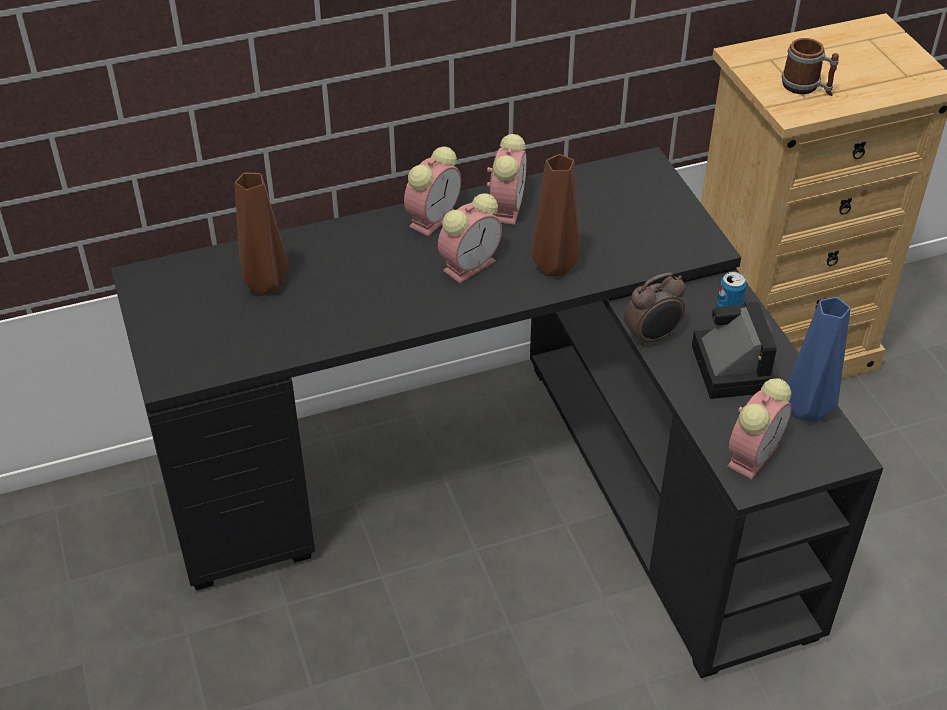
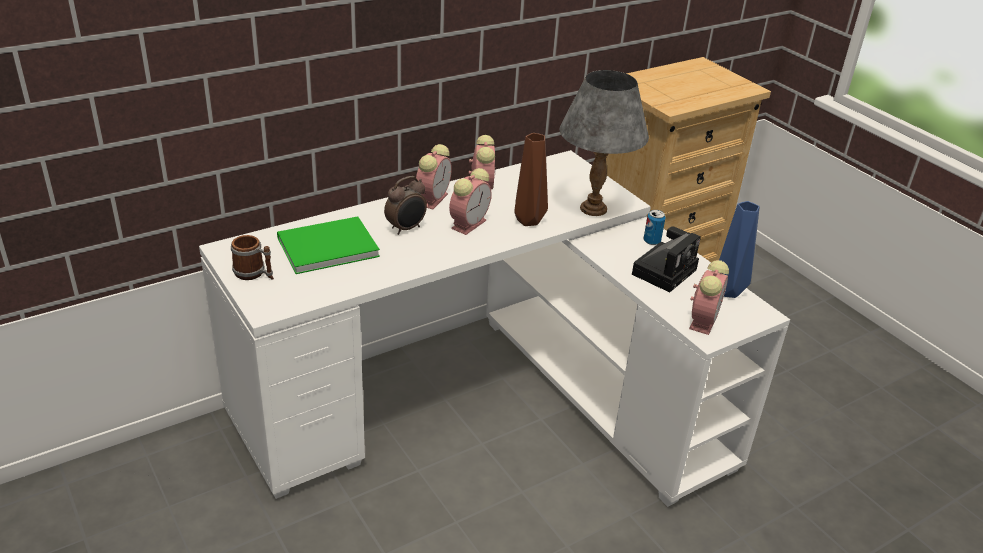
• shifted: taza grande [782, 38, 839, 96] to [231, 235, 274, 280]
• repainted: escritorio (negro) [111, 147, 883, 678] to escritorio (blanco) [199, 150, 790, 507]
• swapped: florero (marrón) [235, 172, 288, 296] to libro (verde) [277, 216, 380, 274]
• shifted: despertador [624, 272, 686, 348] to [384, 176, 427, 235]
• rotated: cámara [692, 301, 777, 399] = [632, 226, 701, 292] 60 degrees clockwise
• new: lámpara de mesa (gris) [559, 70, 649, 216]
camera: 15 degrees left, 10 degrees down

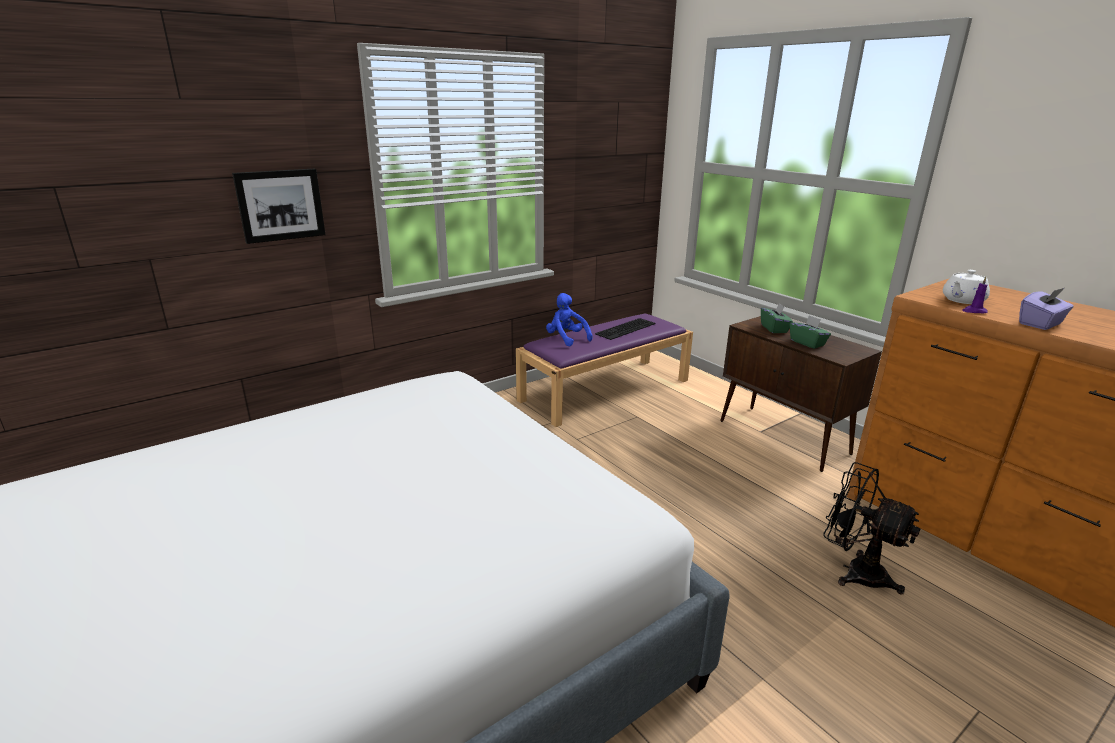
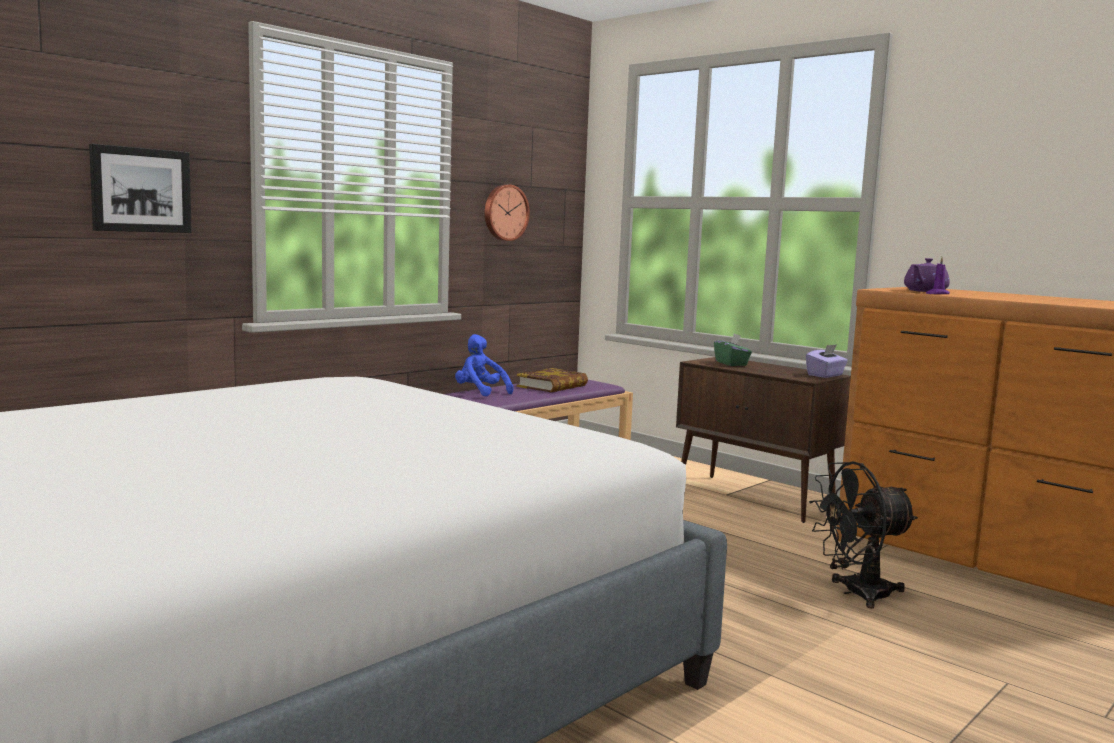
• repainted: tetera (blanco) [943, 270, 990, 304] to tetera (morado) [904, 258, 950, 292]
• shifted: caja de pañuelos (morado) [1019, 288, 1074, 330] to [806, 344, 848, 378]
• gone: caja de pañuelos (verde) [790, 315, 831, 349]
• swapped: teclado [595, 318, 656, 340] to libro [516, 368, 588, 392]
• rotated: ventilador (negro) [823, 462, 920, 595] = [809, 461, 918, 609] 45 degrees counterclockwise
• new: reloj de pared [485, 185, 530, 241]
camera: 10 degrees left, 15 degrees down

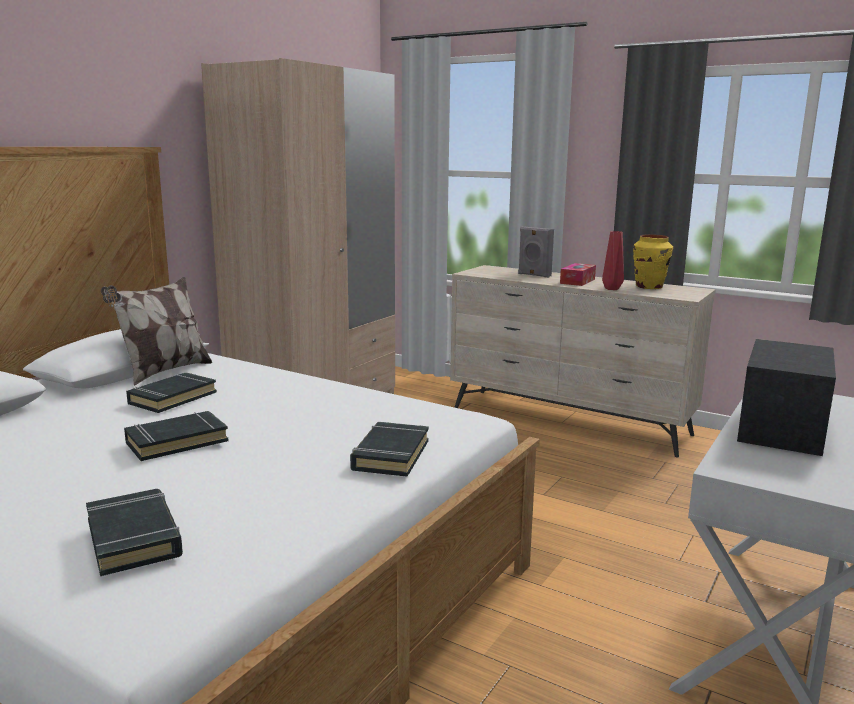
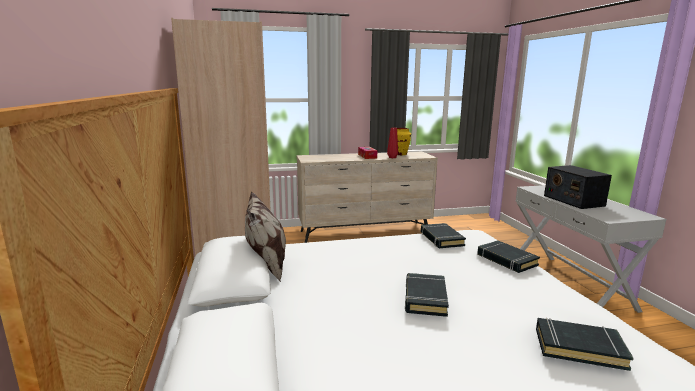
• gone: altavoz (gris) [518, 227, 554, 278]
• shifted: libro (negro) [126, 372, 217, 413] to [421, 223, 466, 248]
camera: 45 degrees left, 0 degrees up

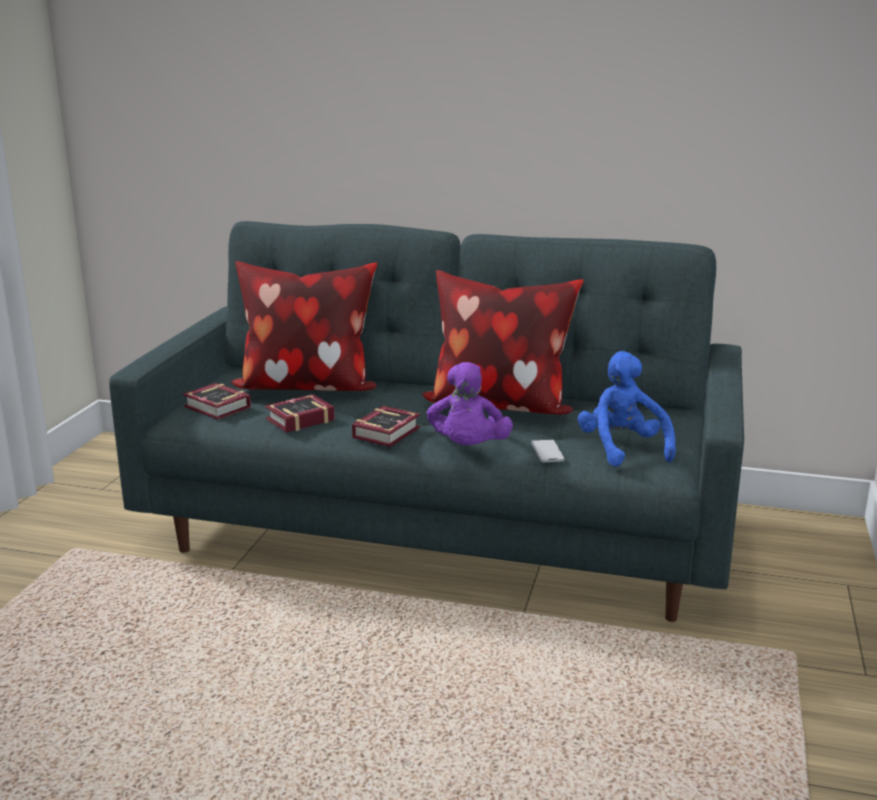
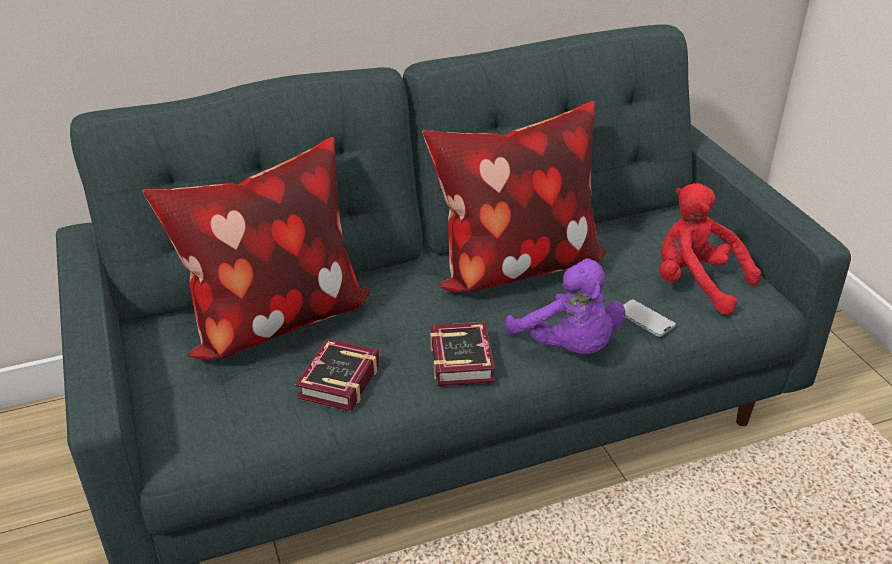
• repainted: peluche (azul) [578, 351, 676, 467] to peluche (rojo) [659, 183, 761, 314]
• gone: libro [183, 383, 251, 420]
camera: 35 degrees left, 15 degrees up

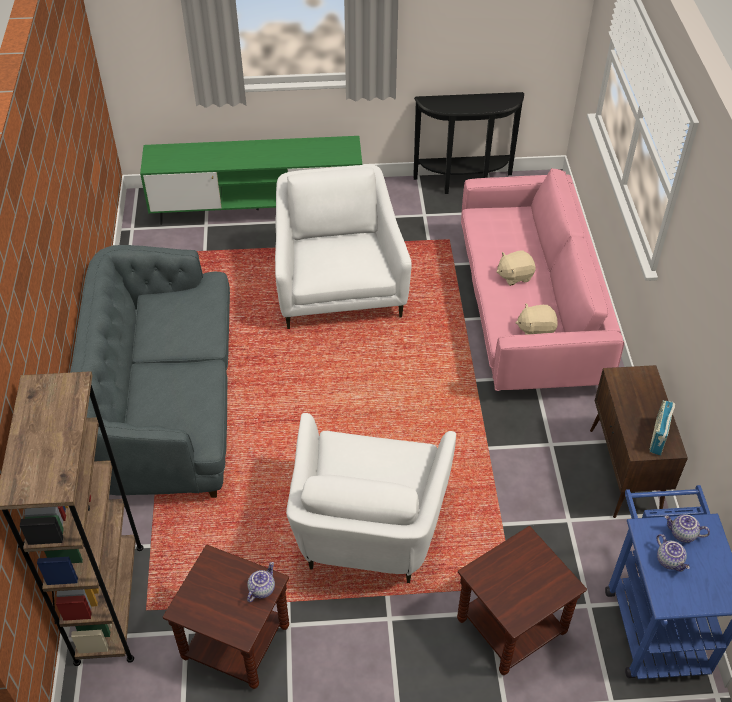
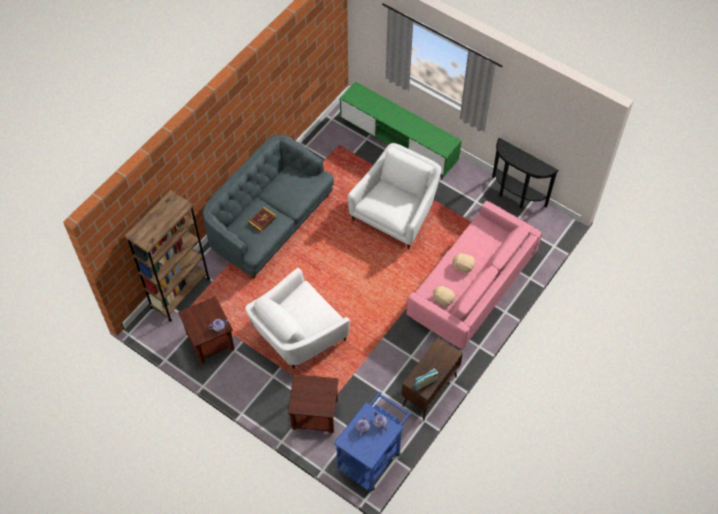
• new: libro [248, 207, 276, 232]
camera: 40 degrees right, 10 degrees up

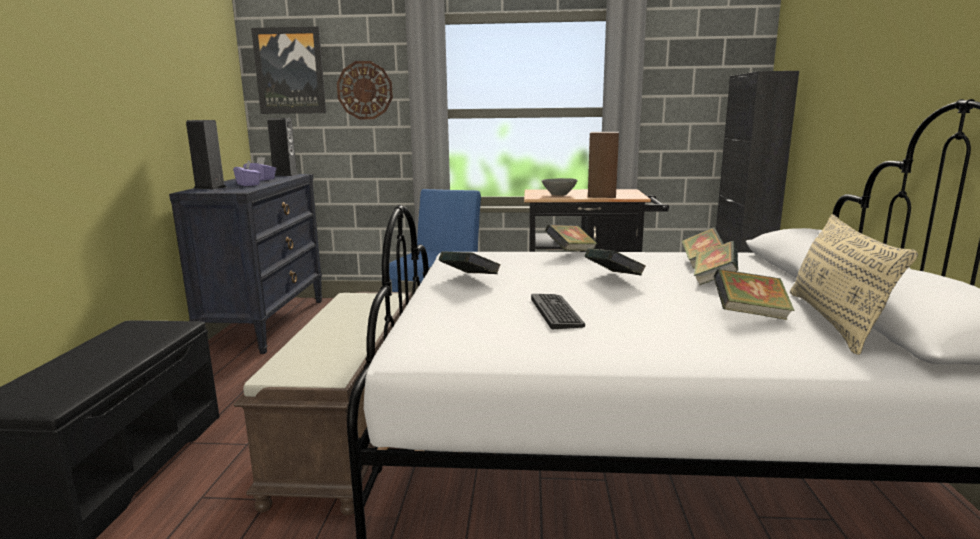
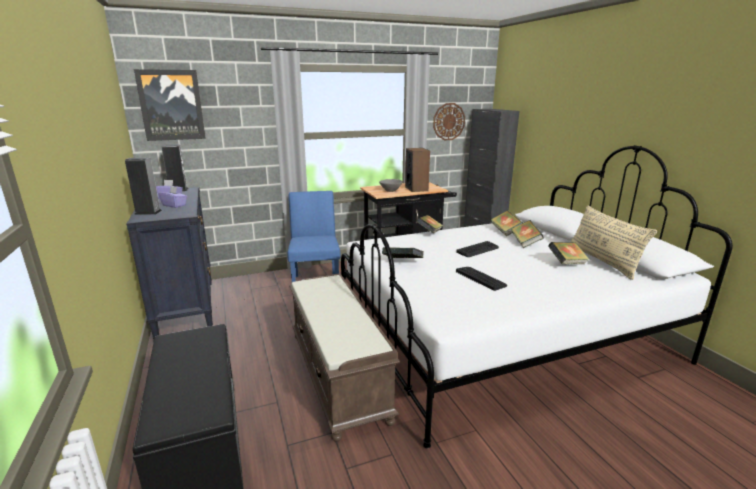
• shifted: reloj de pared [337, 61, 393, 119] to [433, 103, 465, 140]
• swapped: libro [585, 248, 646, 275] to teclado [456, 241, 499, 257]
camera: 25 degrees left, 5 degrees up

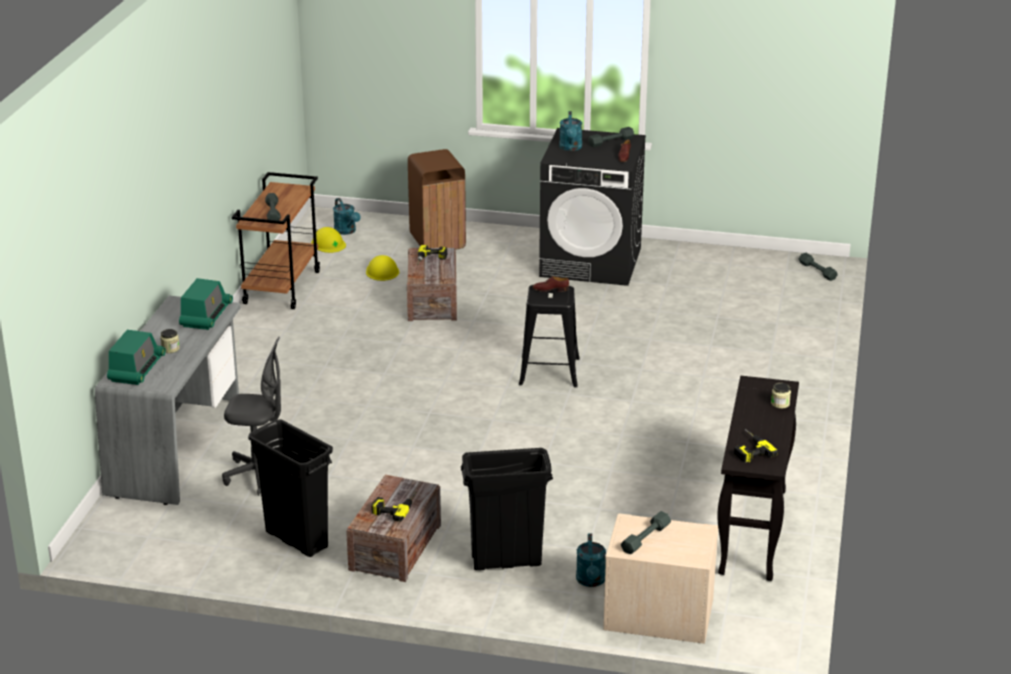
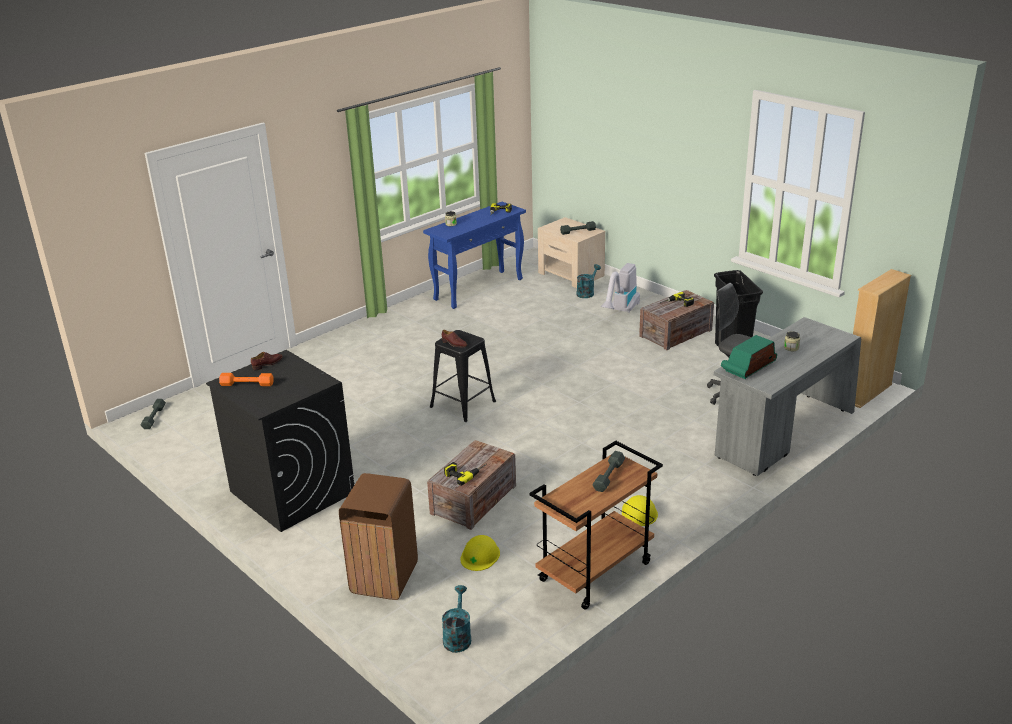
• gone: regadera (turquesa) [559, 111, 582, 151]
• repainted: mancuerna (gris) [588, 127, 634, 147] to mancuerna (naranja) [219, 373, 273, 386]
• shifted: casco (amarillo) [311, 227, 346, 253] to [622, 495, 658, 526]
• gone: radio [107, 330, 166, 385]
• repainted: mesa consola (negro) [717, 376, 799, 581] to mesa consola (azul) [423, 202, 526, 309]
• swapped: papelera (negro) [461, 448, 553, 570] to aspiradora [601, 263, 640, 313]
• new: estantería (beis) [853, 269, 911, 408]
camera: 145 degrees left, 0 degrees up

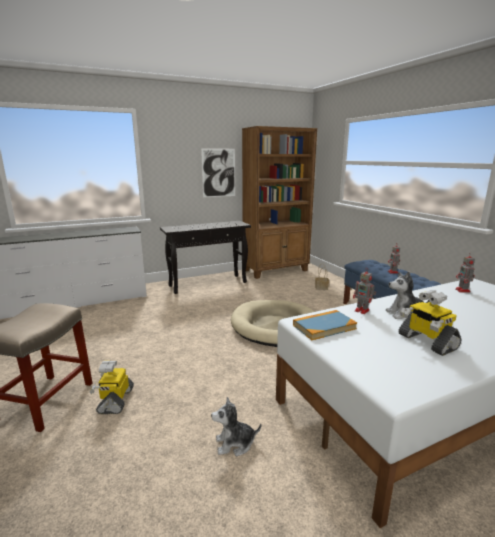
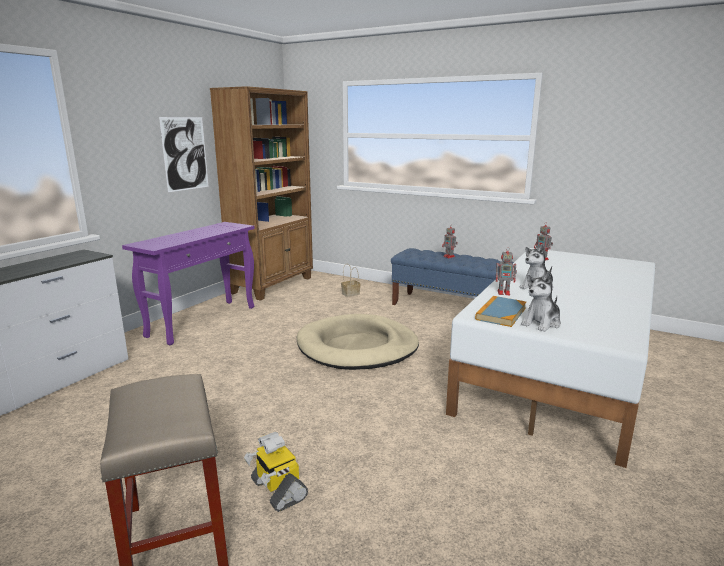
• repainted: mesa consola (negro) [160, 221, 251, 294] to mesa consola (morado) [122, 222, 255, 345]
• gone: robot de juguete [398, 290, 462, 356]
• shifted: peluche [211, 397, 261, 457] to [521, 272, 561, 332]
camera: 35 degrees left, 0 degrees up

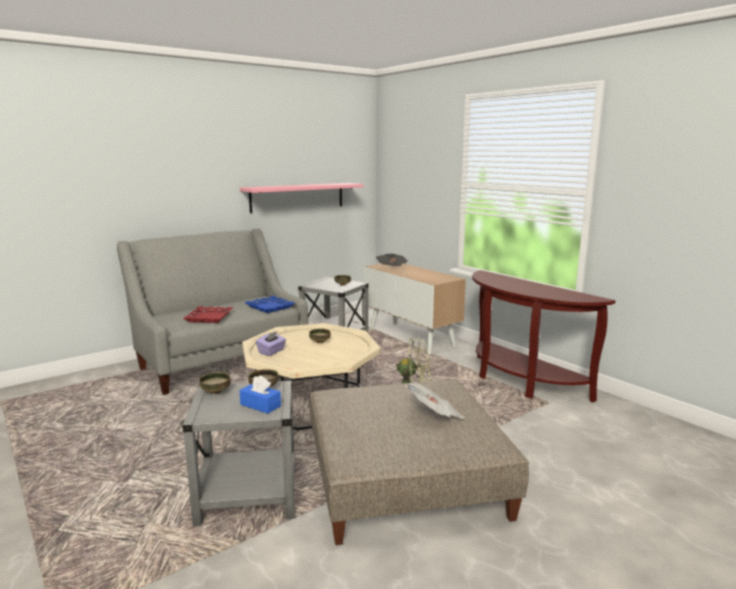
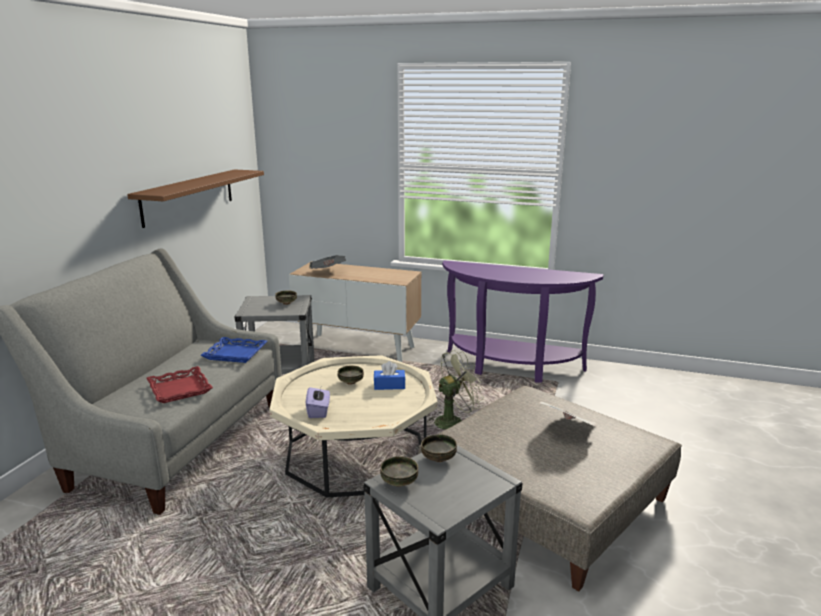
• repainted: estante (rosa) [240, 183, 363, 213] to estante (marrón) [127, 169, 264, 228]
• repainted: mesa consola (marrón) [472, 270, 615, 403] to mesa consola (morado) [442, 261, 603, 383]
• shifted: caja de pañuelos (azul) [239, 375, 281, 414] to [374, 361, 406, 390]
camera: 35 degrees left, 5 degrees up

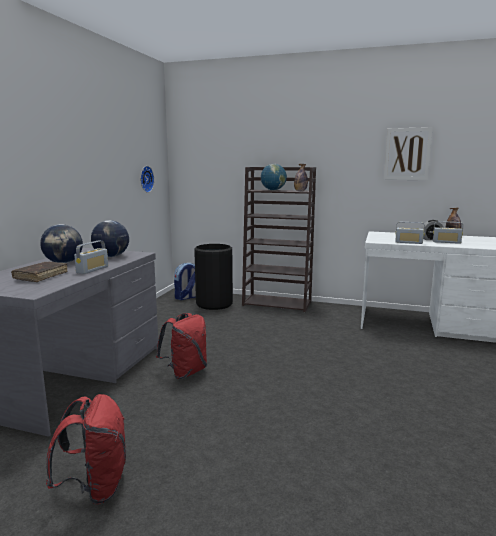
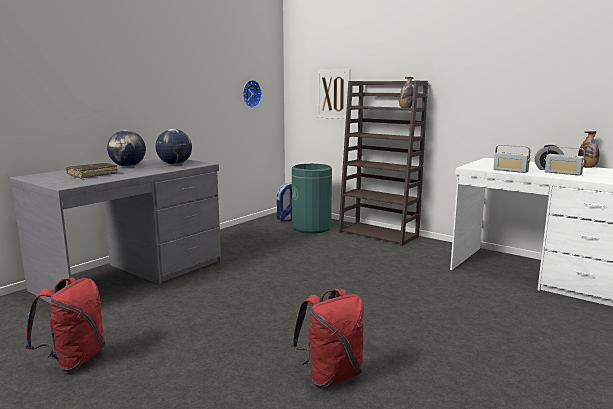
• shifted: cuadro [384, 127, 433, 180] to [317, 69, 351, 119]
• gone: globo terráqueo [261, 164, 287, 190]
• gone: radio [74, 241, 108, 274]
• repainted: papelera (negro) [194, 244, 233, 310] to papelera (verde) [292, 164, 332, 234]
• shifted: mochila (rojo) [156, 313, 207, 379] to [291, 289, 364, 387]
camera: 20 degrees right, 0 degrees up

